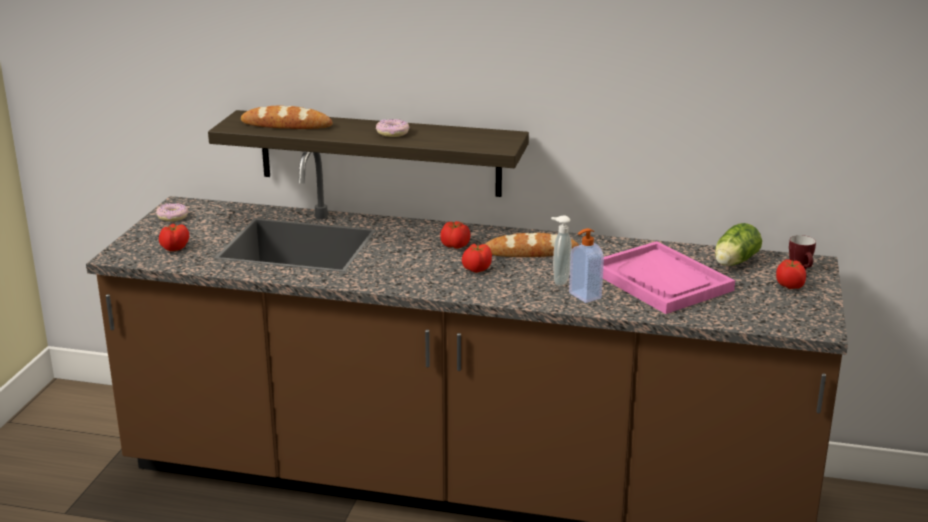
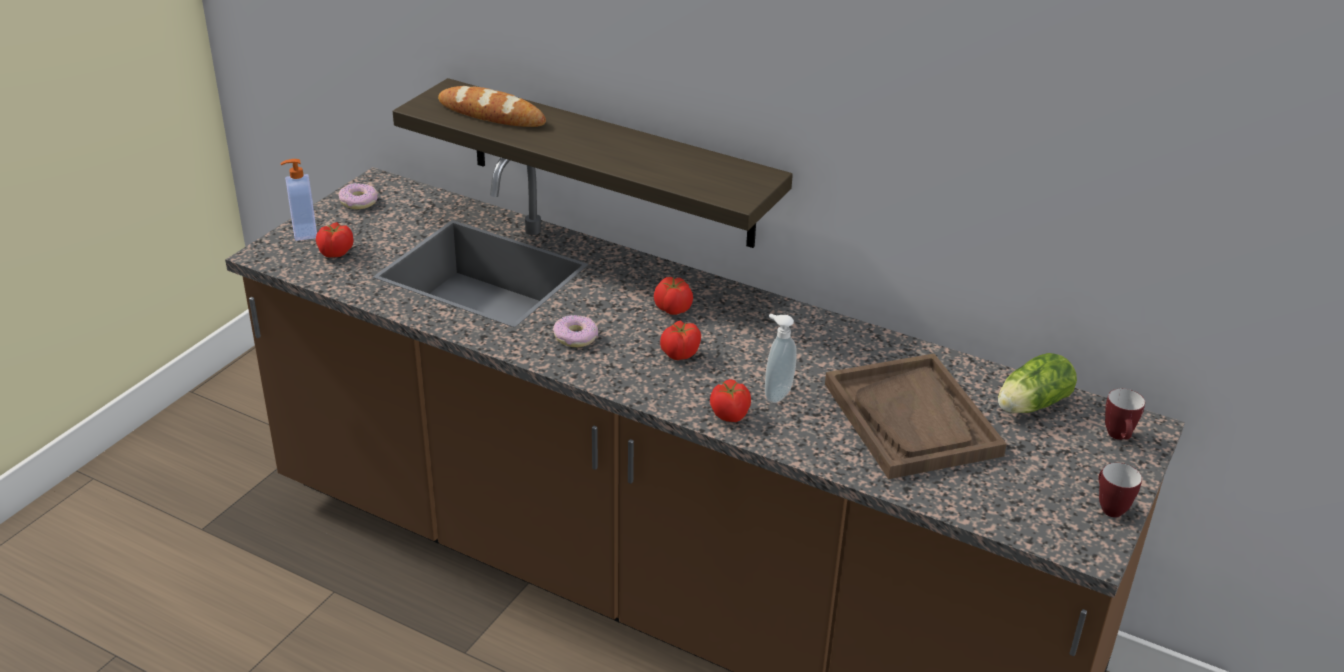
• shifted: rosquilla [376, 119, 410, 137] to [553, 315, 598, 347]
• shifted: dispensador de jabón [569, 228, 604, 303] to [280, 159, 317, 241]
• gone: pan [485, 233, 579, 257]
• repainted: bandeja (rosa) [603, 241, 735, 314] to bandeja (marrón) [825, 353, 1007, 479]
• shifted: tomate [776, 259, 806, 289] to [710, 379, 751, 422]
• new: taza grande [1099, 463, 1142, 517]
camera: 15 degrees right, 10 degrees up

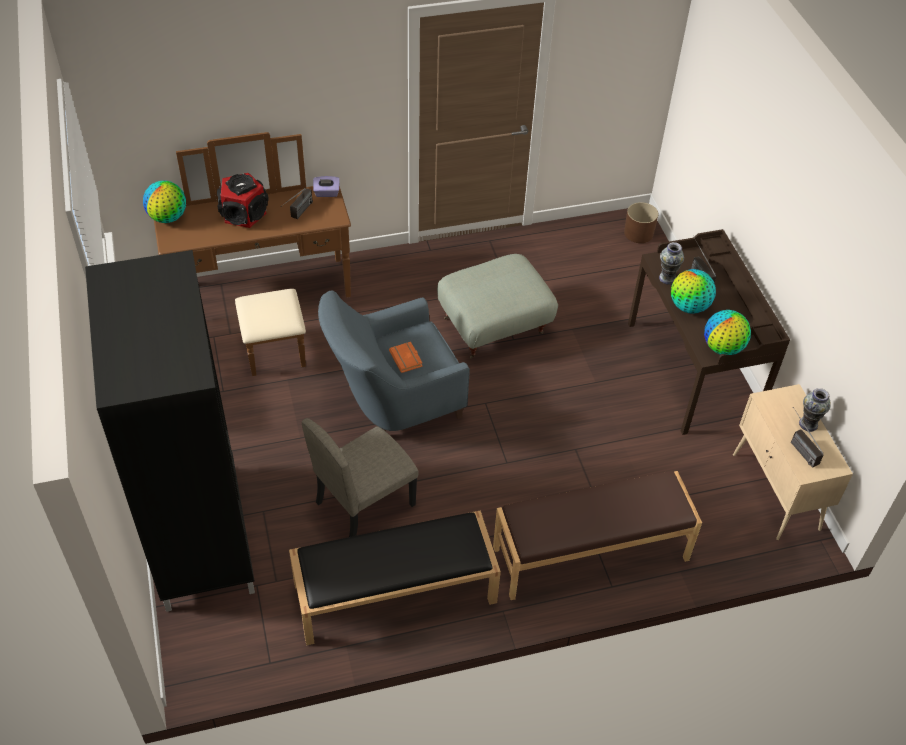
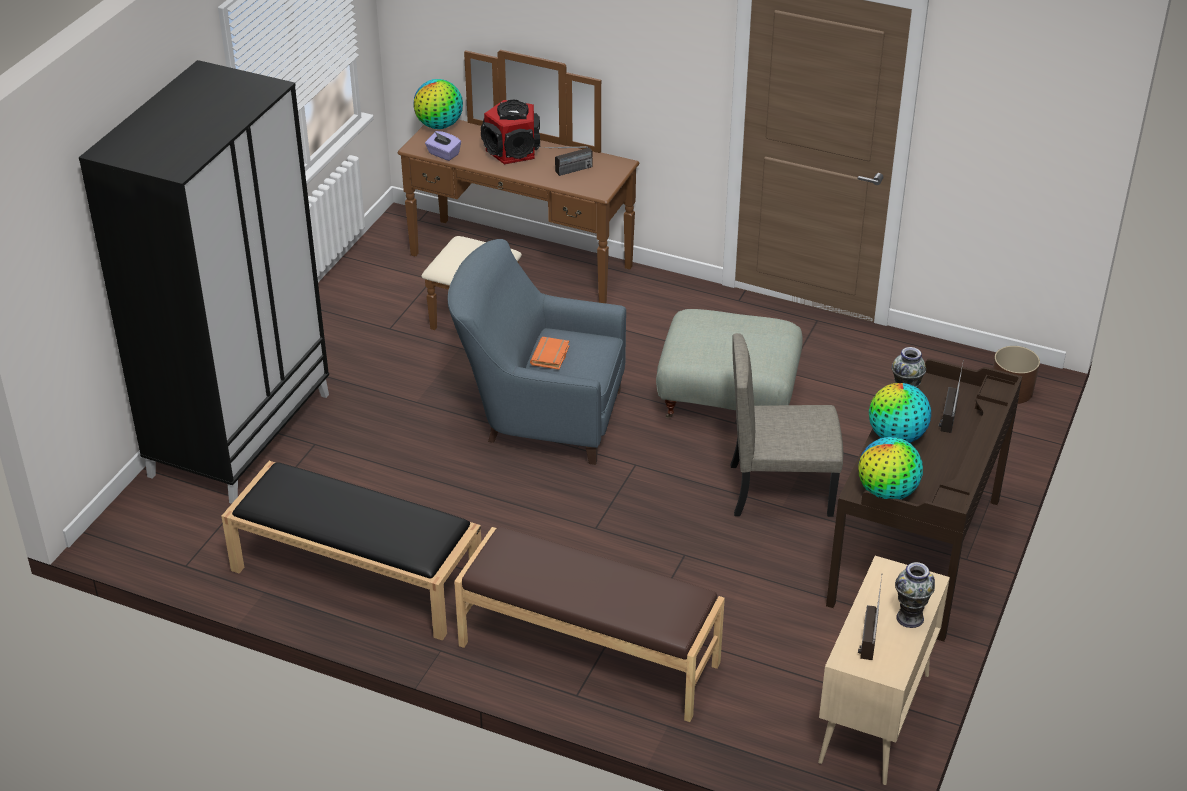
• shifted: caja de pañuelos (morado) [313, 176, 340, 197] to [425, 131, 461, 161]
• shifted: silla (beis) [302, 418, 419, 537] to [730, 333, 843, 517]
camera: 40 degrees right, 10 degrees down

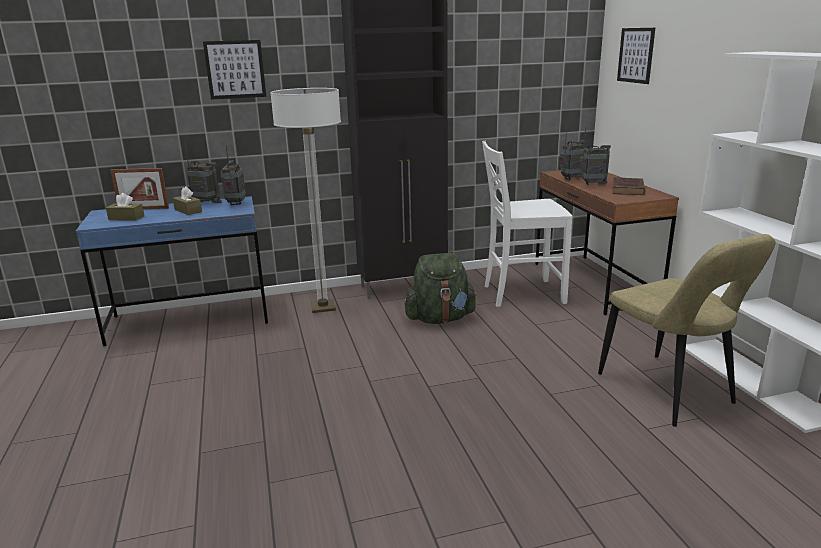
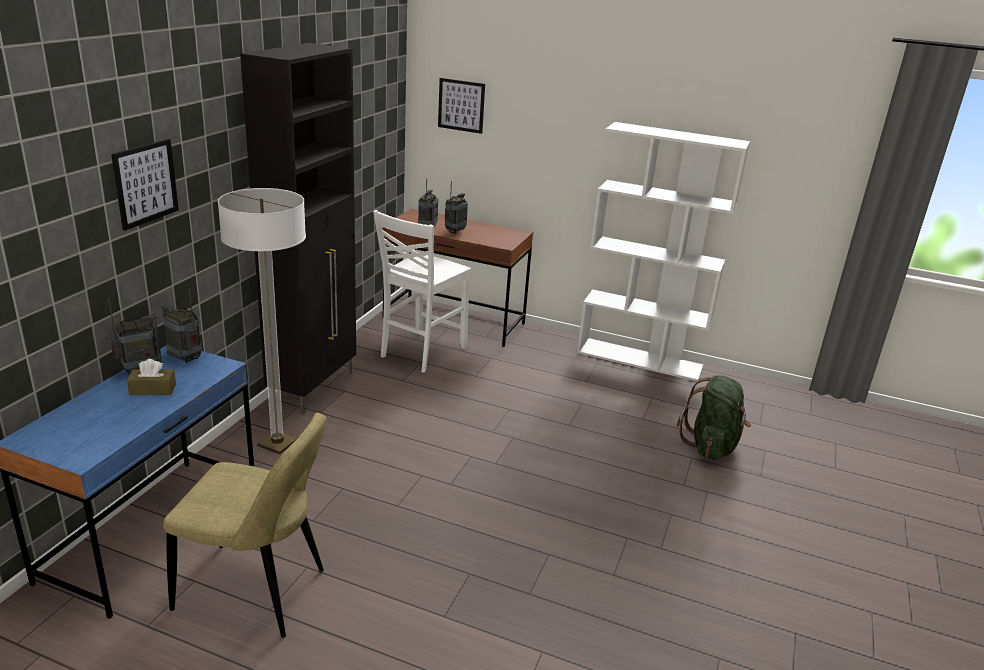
• gone: portarretratos [111, 168, 169, 209]
• gone: libro (marrón) [613, 177, 645, 195]
• gone: caja de pañuelos (marrón) [106, 193, 144, 221]
• shifted: silla (beis) [598, 234, 776, 427] to [163, 413, 327, 638]
• shifted: mochila (verde) [404, 253, 477, 324] to [677, 375, 751, 460]
camera: 55 degrees left, 5 degrees up

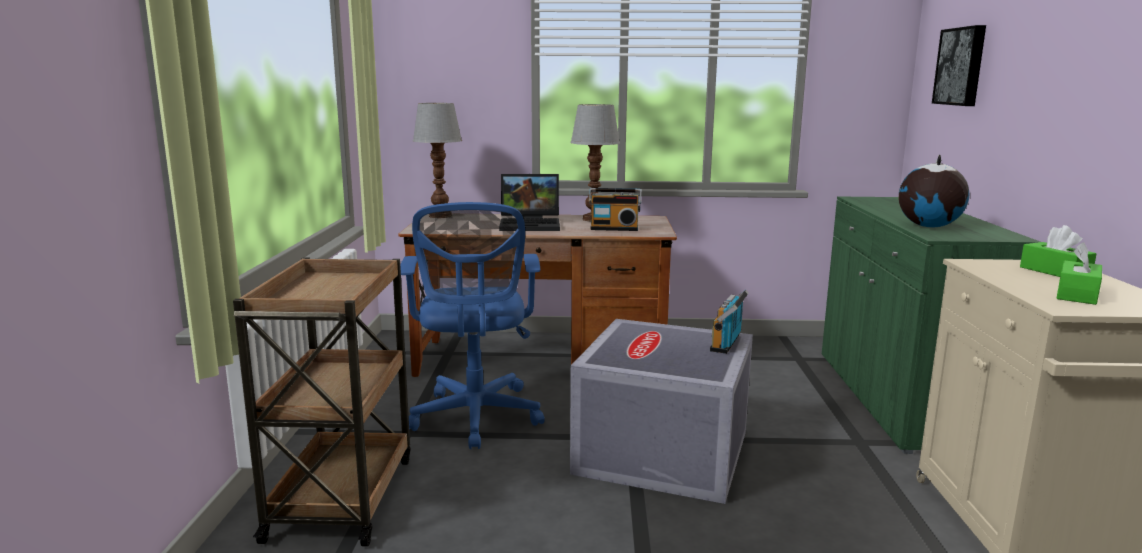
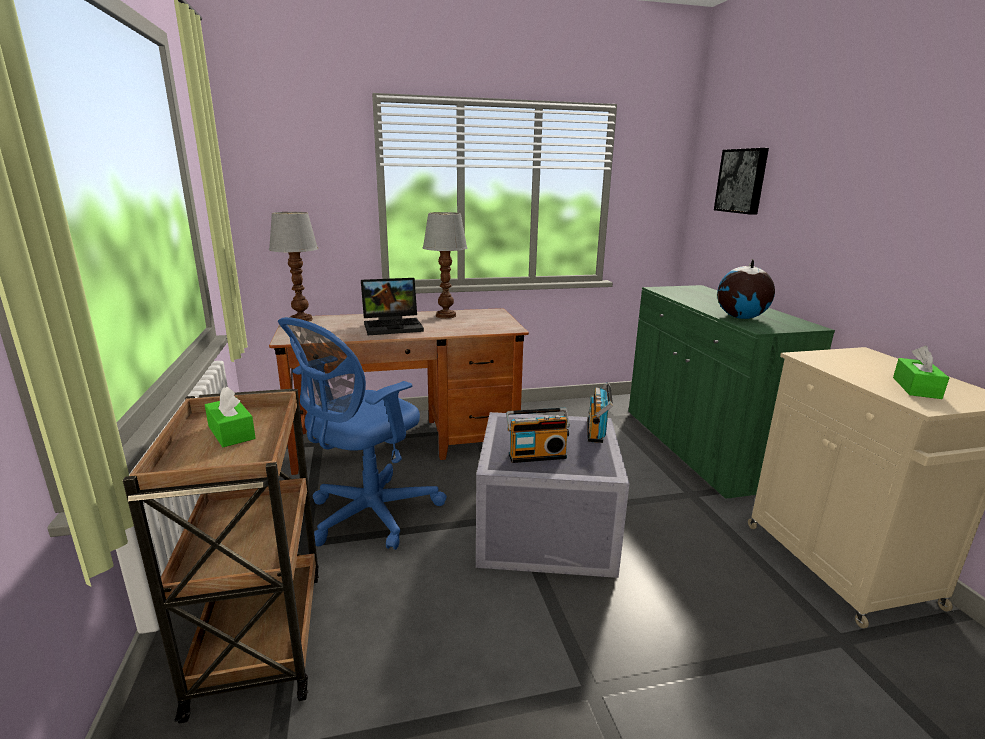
• shifted: radio [589, 188, 642, 231] to [506, 408, 570, 463]
• rotated: silla de oficina (azul) [400, 202, 545, 449] = [278, 317, 447, 550] 60 degrees clockwise
• shifted: caja de pañuelos (verde) [1020, 225, 1096, 277] to [205, 386, 256, 447]
camera: 15 degrees left, 5 degrees up

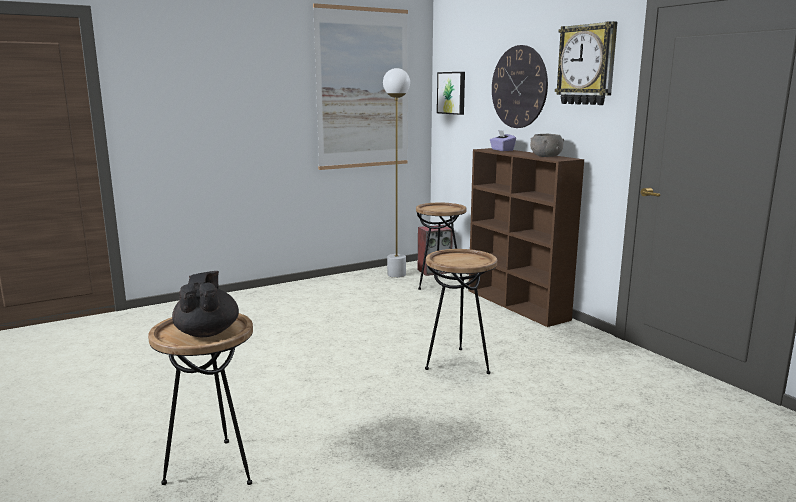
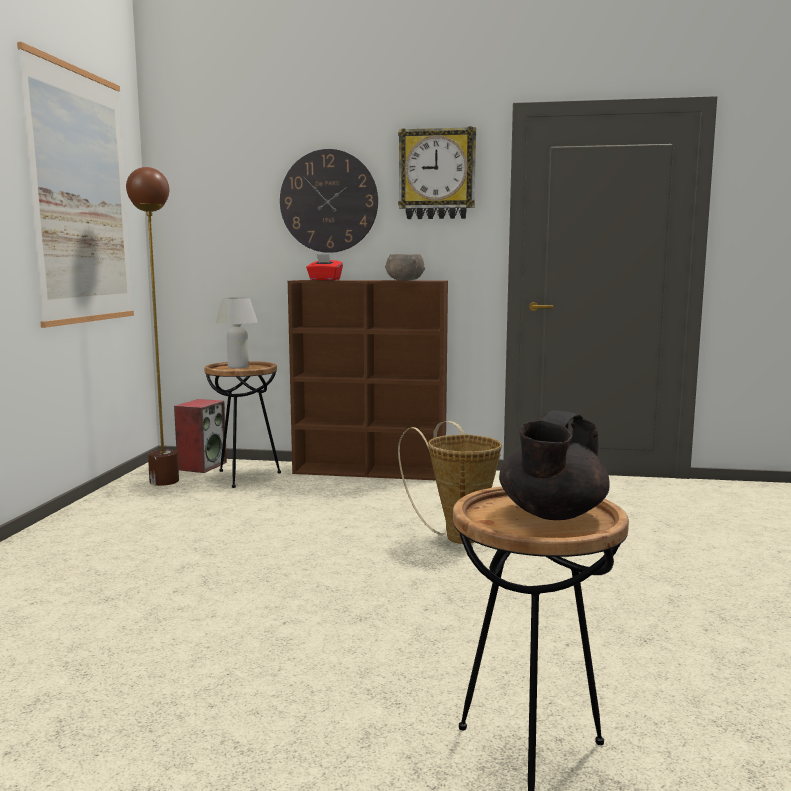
• repainted: lámpara de pie (blanco) [383, 68, 410, 278] to lámpara de pie (marrón) [126, 167, 179, 486]
• gone: cuadro [437, 72, 465, 115]
• repainted: caja de pañuelos (morado) [490, 130, 516, 151] to caja de pañuelos (rojo) [306, 254, 343, 280]
• swapped: mesa auxiliar (marrón) [425, 249, 497, 374] to cesta [398, 421, 502, 544]
• rotated: tetera (negro) [172, 271, 239, 337] = [499, 410, 610, 520] 90 degrees counterclockwise
• new: lámpara de mesa (blanco) [216, 297, 258, 369]
camera: 50 degrees left, 5 degrees down

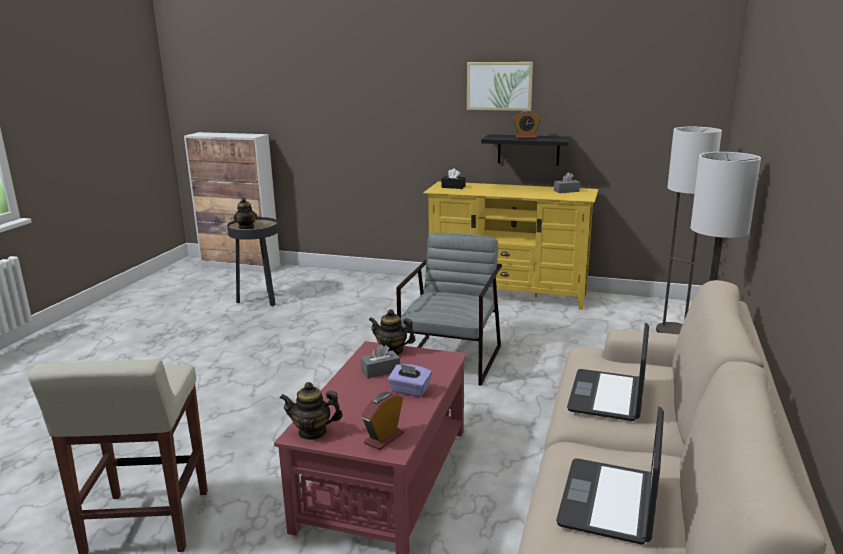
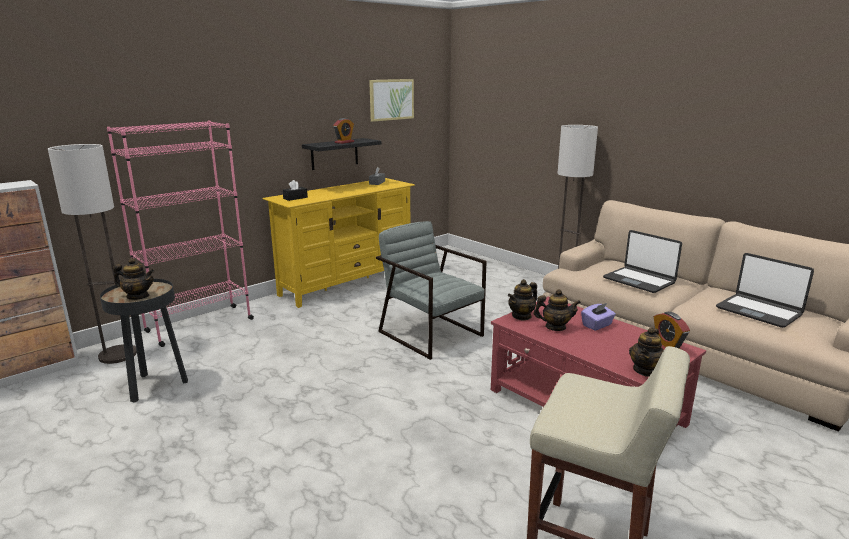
• shifted: cuadro [467, 62, 533, 111] to [369, 79, 414, 122]
• shifted: lámpara de pie [656, 127, 722, 334] to [48, 144, 137, 364]
• swapped: caja de pañuelos (gris) [360, 344, 400, 379] to tetera [533, 289, 581, 331]
• new: estantería (rosa) [107, 120, 254, 347]
camera: 60 degrees left, 0 degrees up

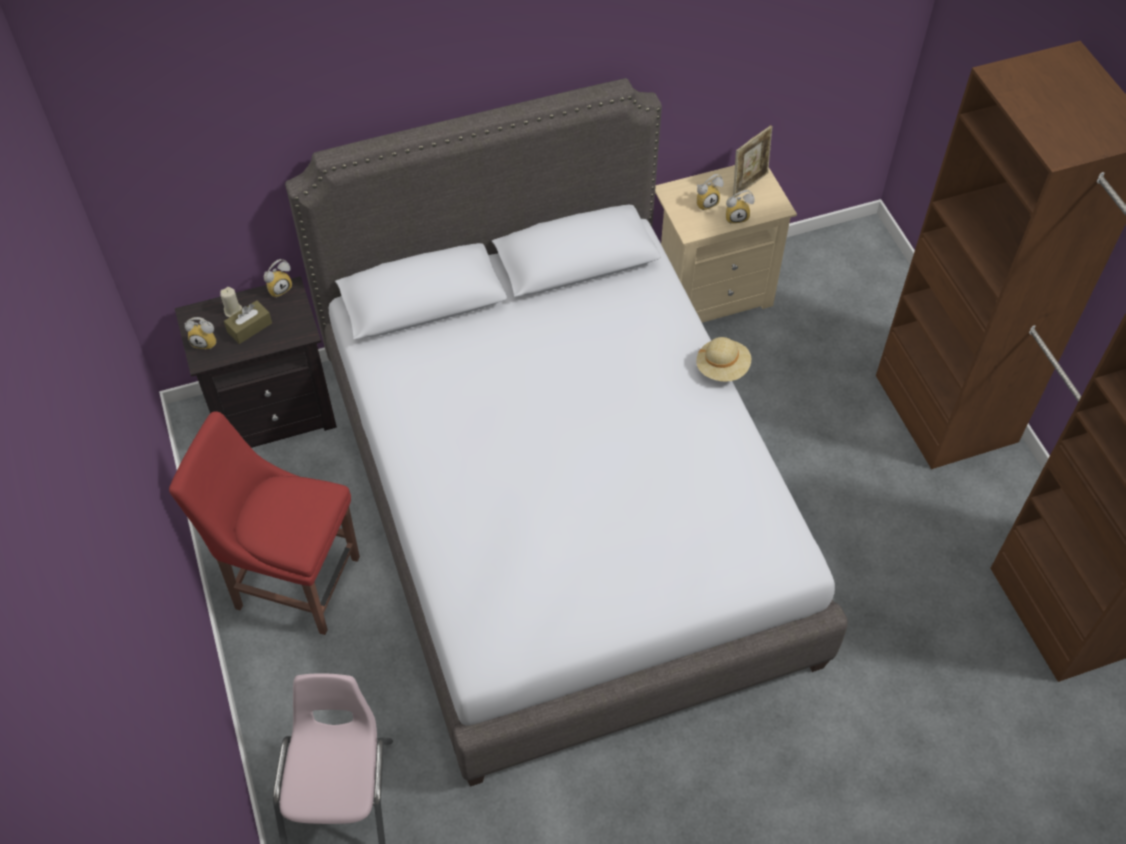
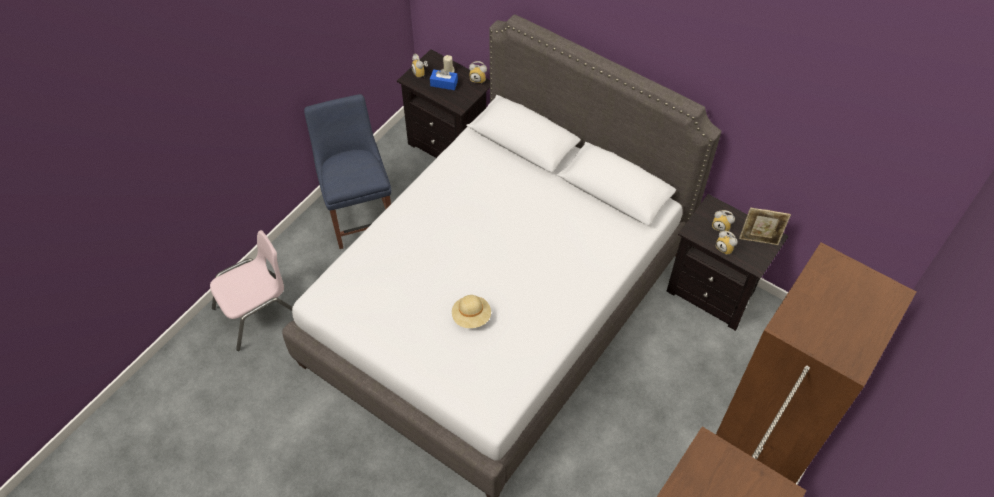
• repainted: mesita de noche (beis) [655, 165, 797, 323] to mesita de noche (negro) [666, 194, 789, 331]
• repainted: caja de pañuelos (marrón) [224, 300, 272, 344] to caja de pañuelos (azul) [430, 69, 458, 90]
• shifted: sombrero (beis) [696, 337, 751, 382] to [452, 295, 491, 328]
• repainted: silla (rojo) [169, 411, 360, 635] to silla (azul) [304, 94, 391, 249]
camera: 55 degrees right, 0 degrees up

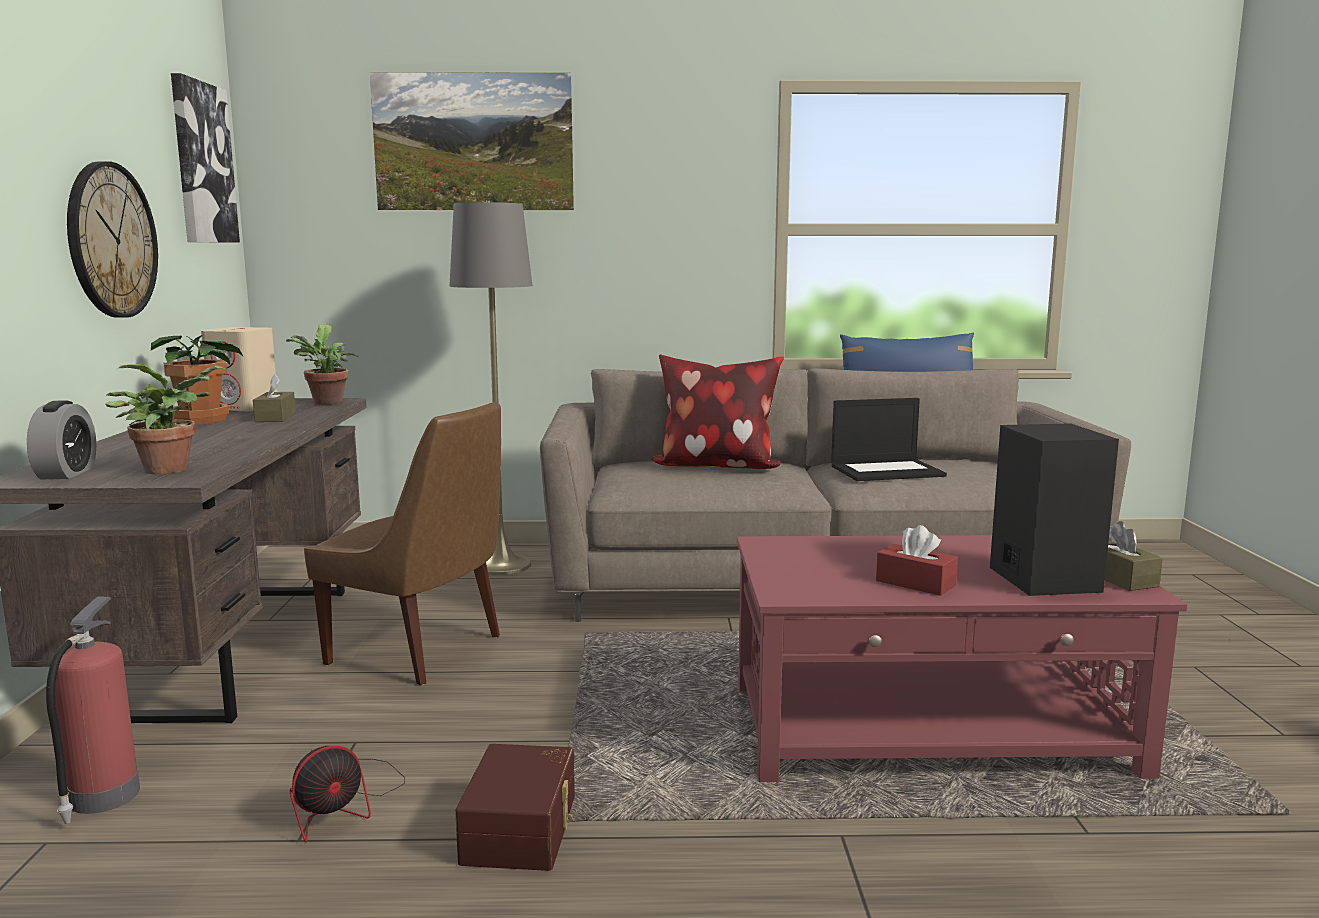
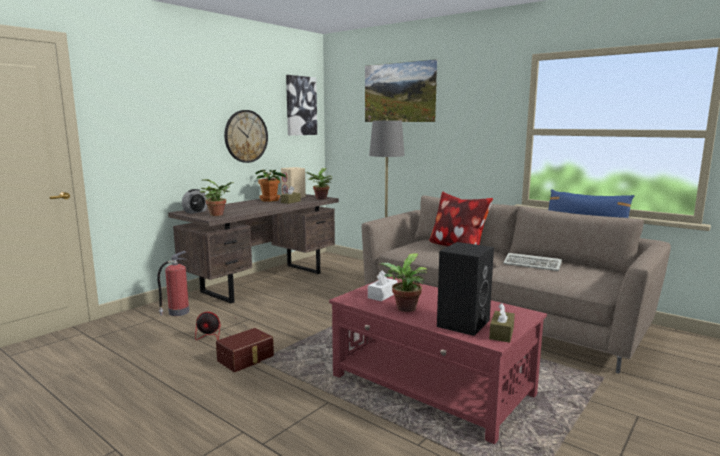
• swapped: portátil [831, 398, 947, 481] to teclado [503, 253, 562, 271]
• gone: silla (marrón) [304, 402, 501, 685]
• swapped: caja de pañuelos (rojo) [876, 525, 958, 596] to planta en maceta [378, 253, 427, 312]
• new: caja de pañuelos (blanco) [368, 270, 398, 301]
camera: 40 degrees right, 0 degrees up

